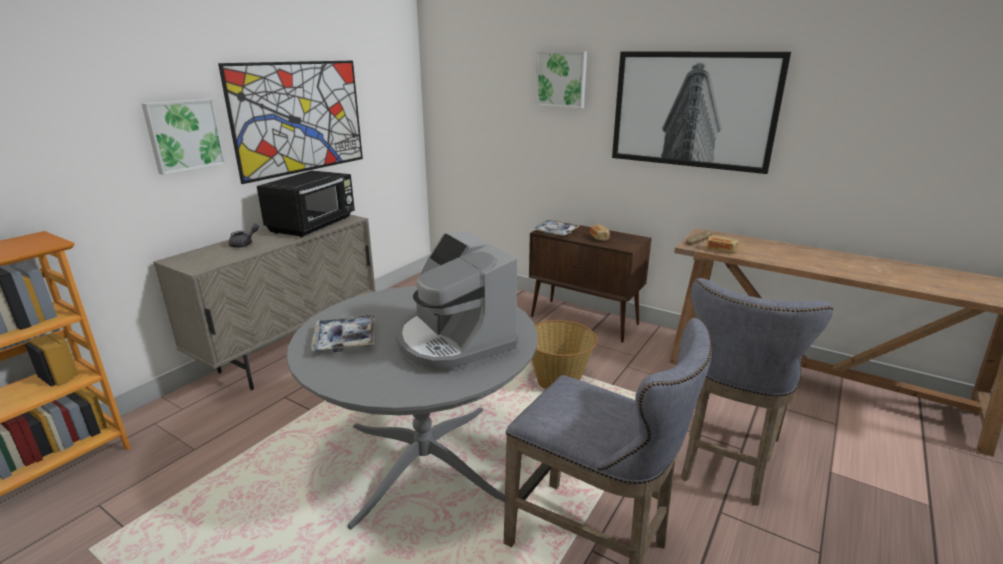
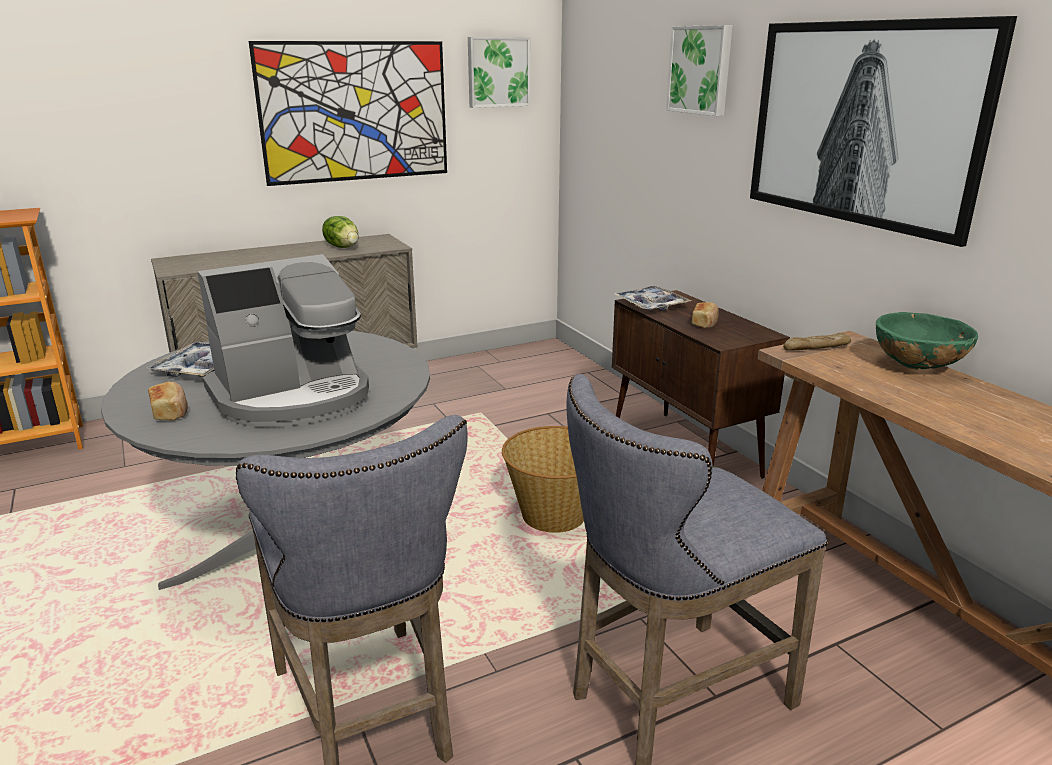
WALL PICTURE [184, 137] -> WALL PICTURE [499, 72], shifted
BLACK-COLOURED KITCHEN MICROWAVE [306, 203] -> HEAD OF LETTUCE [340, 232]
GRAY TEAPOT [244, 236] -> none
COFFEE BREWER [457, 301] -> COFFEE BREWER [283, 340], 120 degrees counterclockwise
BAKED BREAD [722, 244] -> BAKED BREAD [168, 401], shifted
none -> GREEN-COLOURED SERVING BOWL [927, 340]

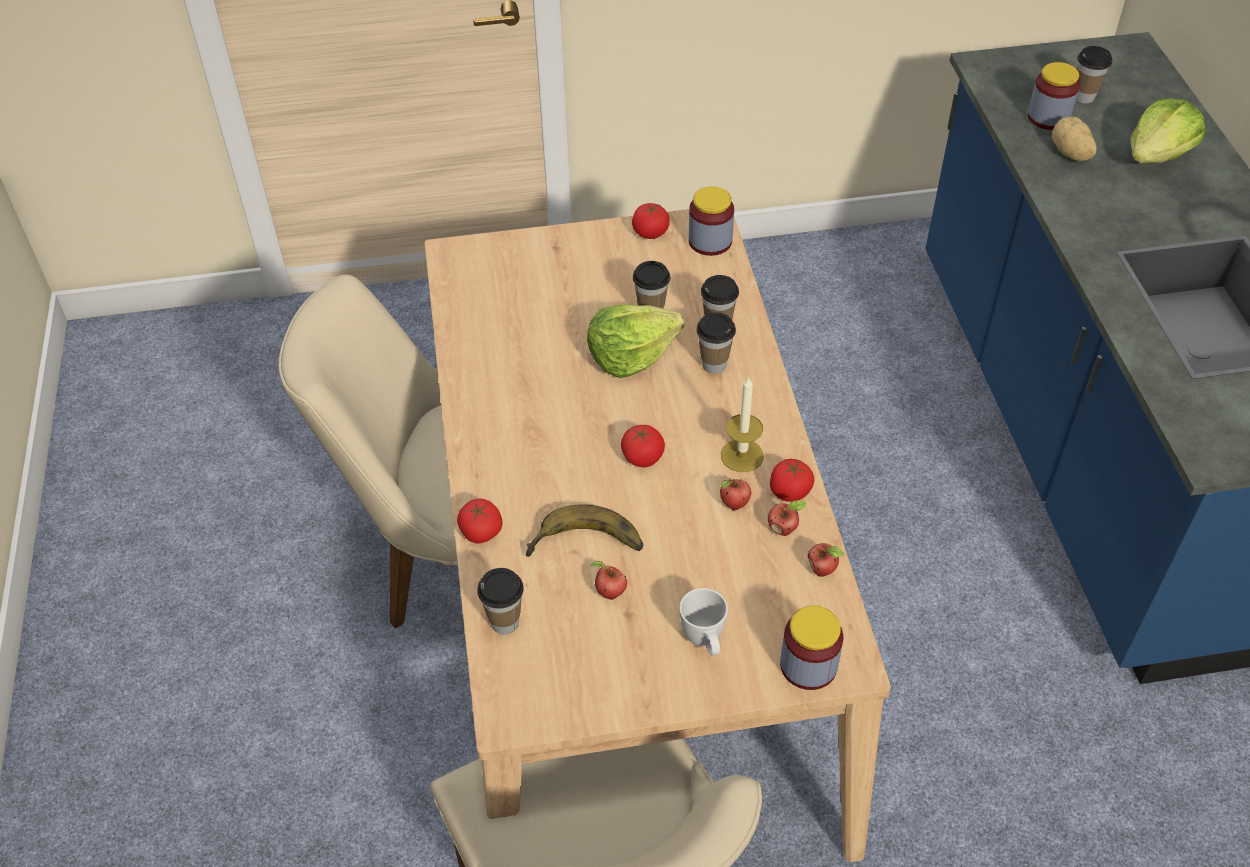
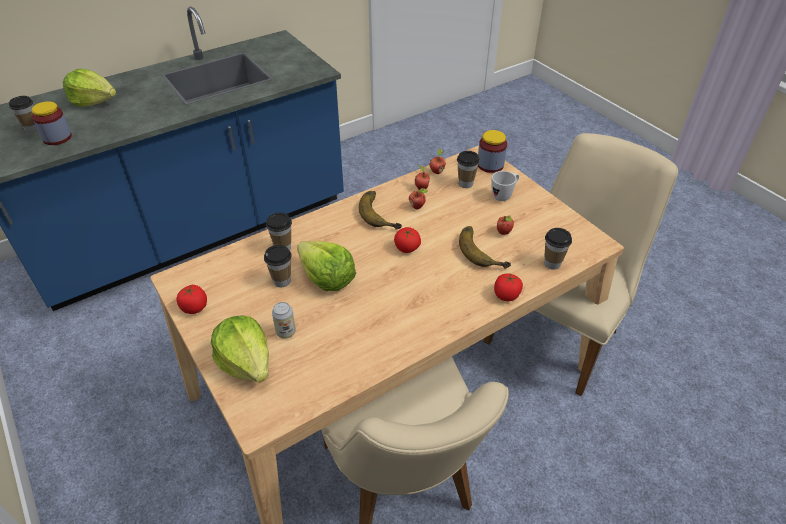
SPUD [1074, 138] -> none
JAR [711, 221] -> none
SMALL CUP [716, 343] -> SMALL CUP [468, 169], shifted
WAX CANDLE [742, 424] -> BANANA FRUIT [380, 210]
WHOLE TOMATO [792, 480] -> none
none -> CAN [284, 320]
none -> HEAD OF LETTUCE [240, 348]

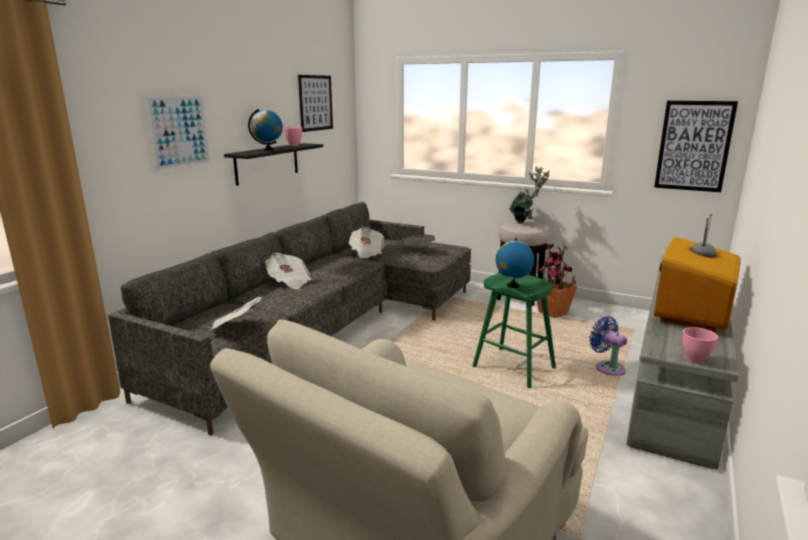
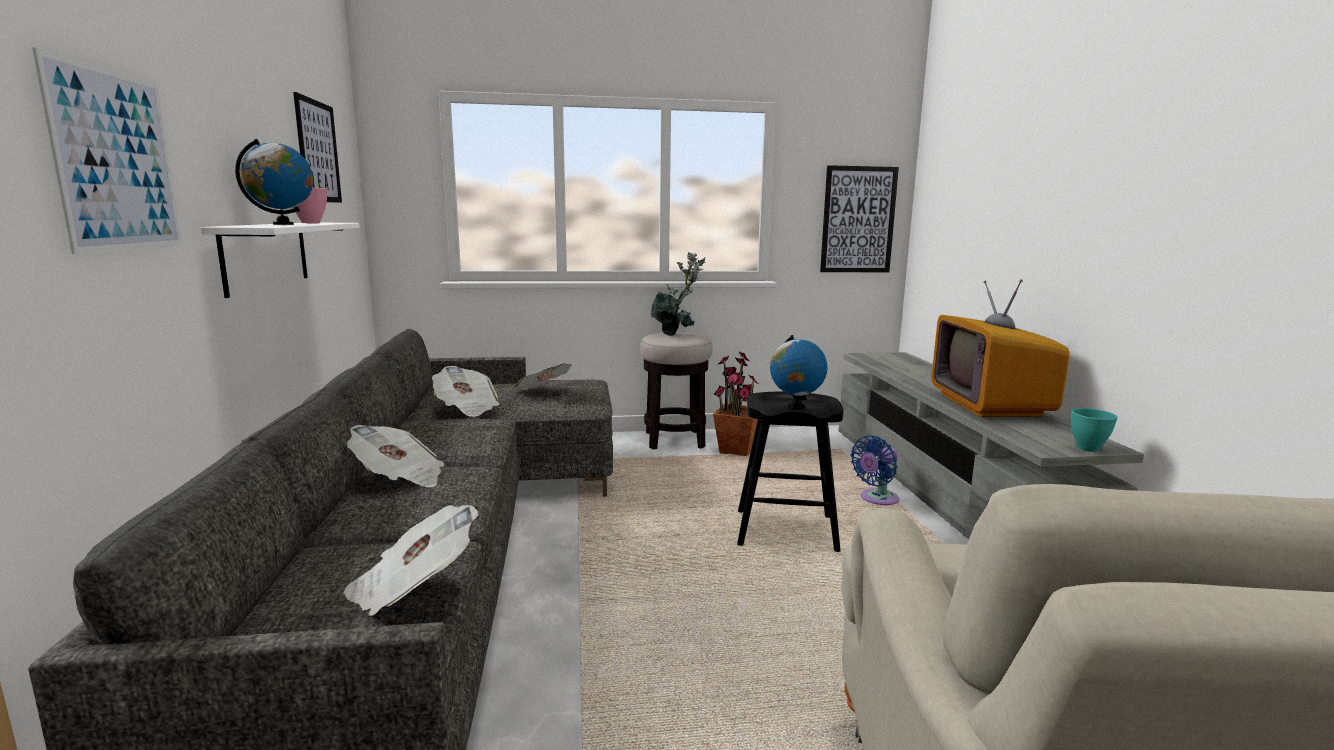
BLACK-COLOURED SHELF [273, 164] -> WHITE-COLOURED SHELF [280, 260]
GREEN-COLOURED SITTING STOOL [514, 330] -> BLACK-COLOURED SITTING STOOL [790, 472]
BLUE COOLING FAN [608, 346] -> BLUE COOLING FAN [875, 470], 60 degrees counterclockwise
PINK-COLOURED SERVING BOWL [700, 345] -> TURQUOISE SERVING BOWL [1094, 430]

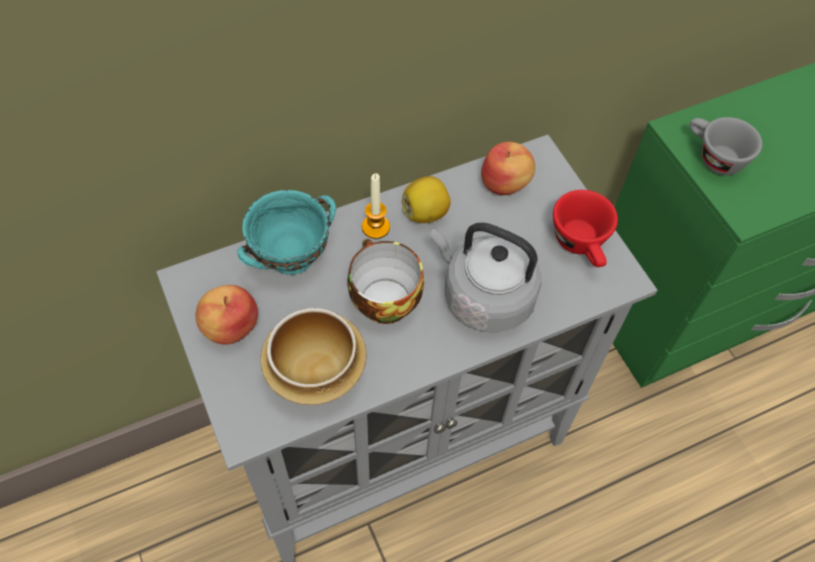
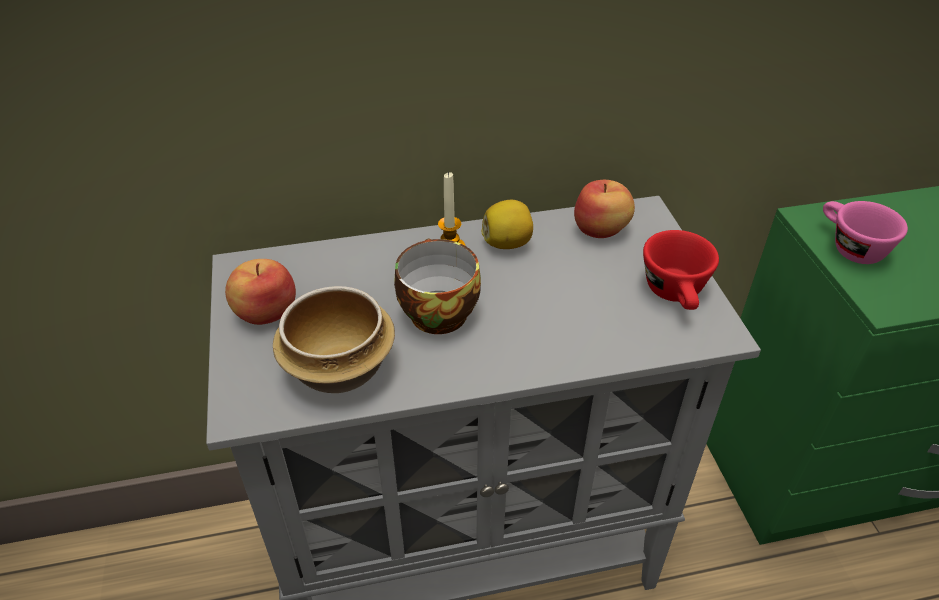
GRAY SMALL CUP [726, 146] -> PINK-COLOURED SMALL CUP [865, 232]
TURQUOISE SERVING BOWL [286, 232] -> none
GRAY KETTLE [485, 277] -> none

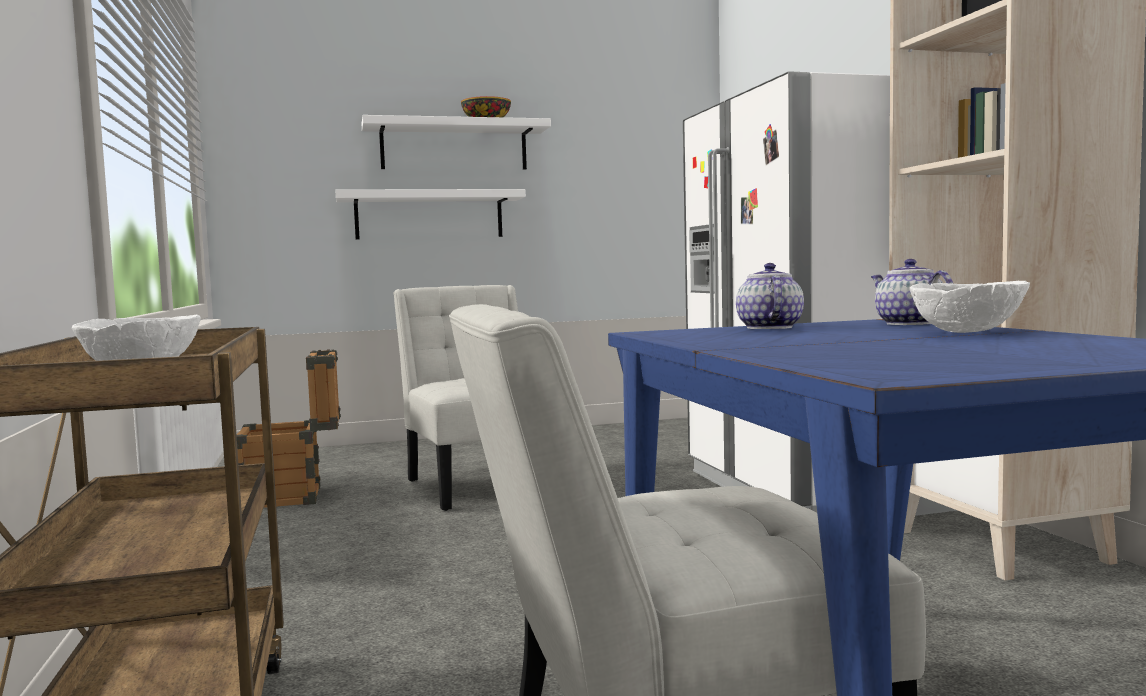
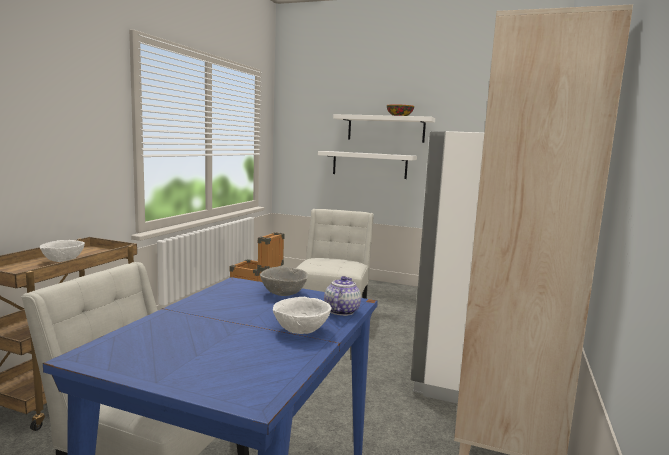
TEAPOT [770, 296] -> GRAY SERVING BOWL [284, 281]

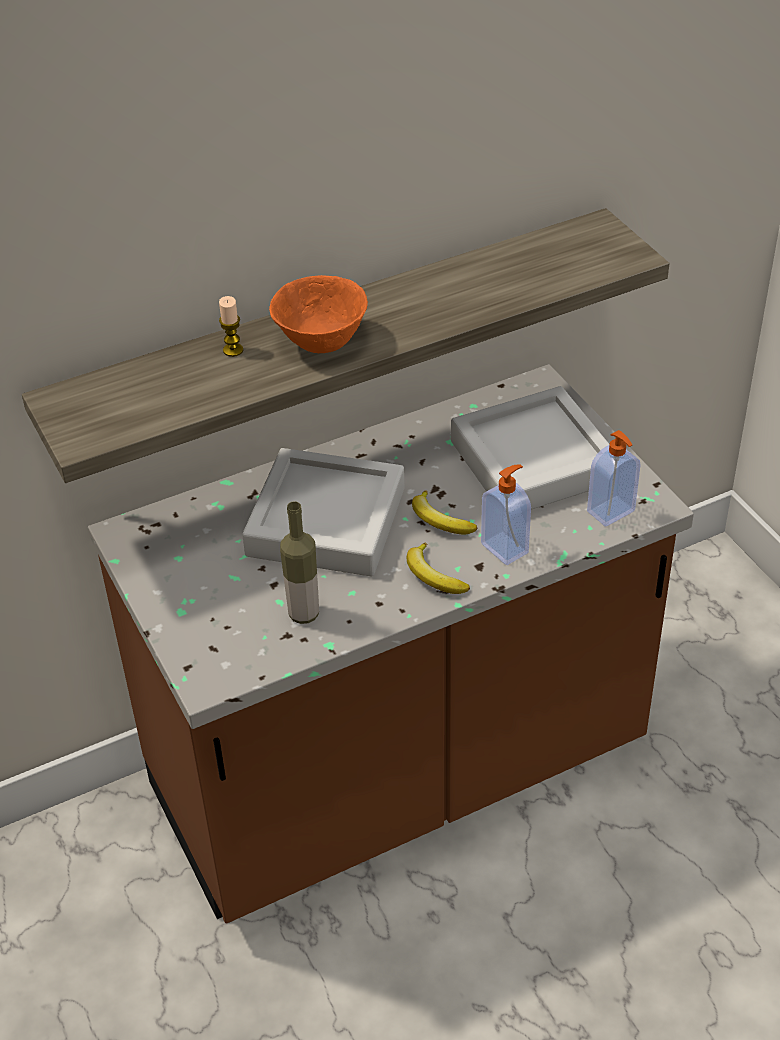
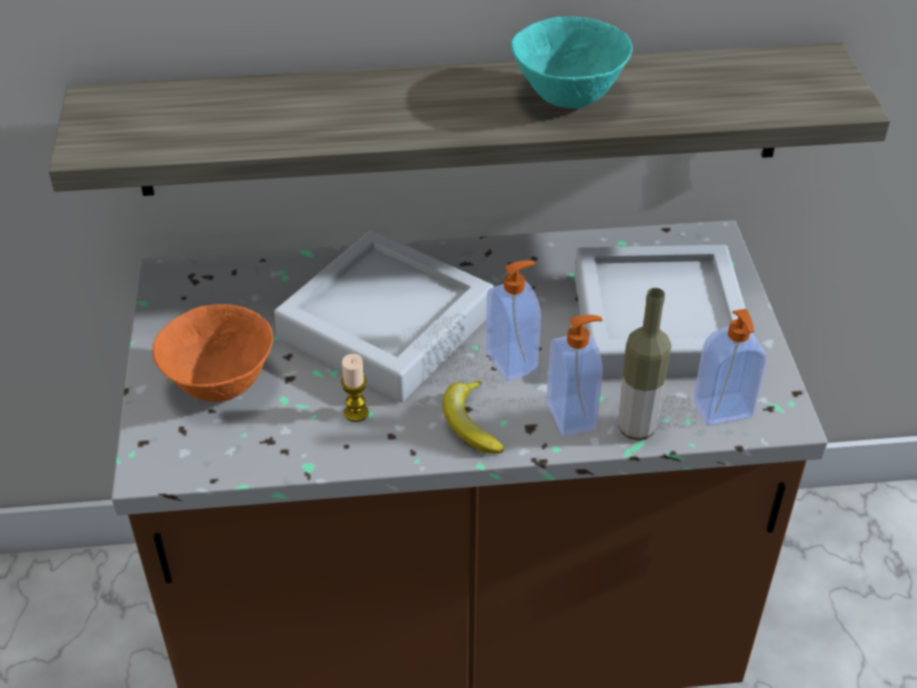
ORANGE-COLOURED SERVING BOWL [318, 314] -> ORANGE-COLOURED SERVING BOWL [212, 353], shifted
WAX CANDLE [231, 326] -> WAX CANDLE [355, 388], shifted
BANANA FRUIT [444, 512] -> LIQUID SOAP BOTTLE [513, 321]
BEVERAGE BOTTLE [299, 562] -> BEVERAGE BOTTLE [644, 364], shifted
none -> TURQUOISE SERVING BOWL [572, 62]

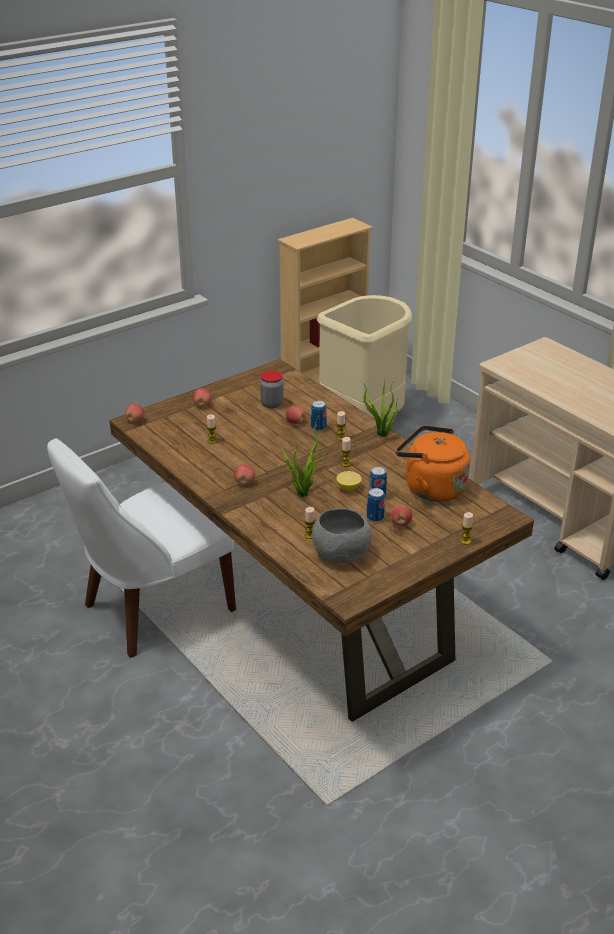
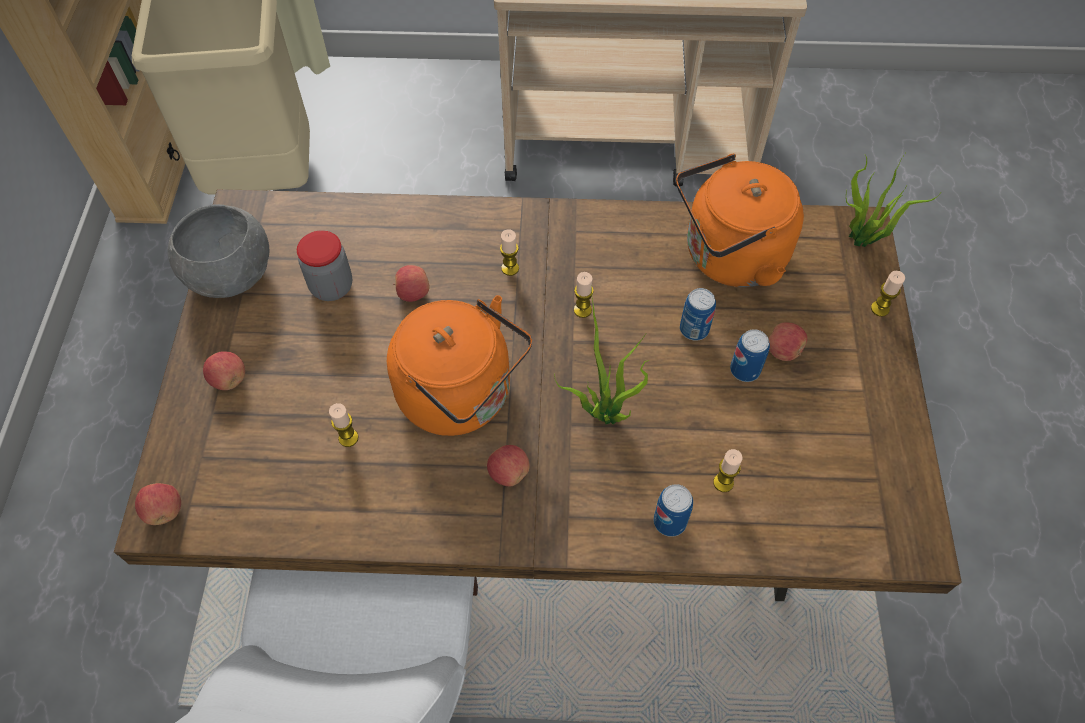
HOUSEPLANT [380, 408] -> HOUSEPLANT [893, 199], shifted
CAN [319, 416] -> CAN [673, 510], shifted
CITRUS FRUIT [349, 481] -> none
GRAY SERVING BOWL [342, 535] -> GRAY SERVING BOWL [219, 251], shifted
none -> ORANGE-COLOURED KETTLE [459, 365]

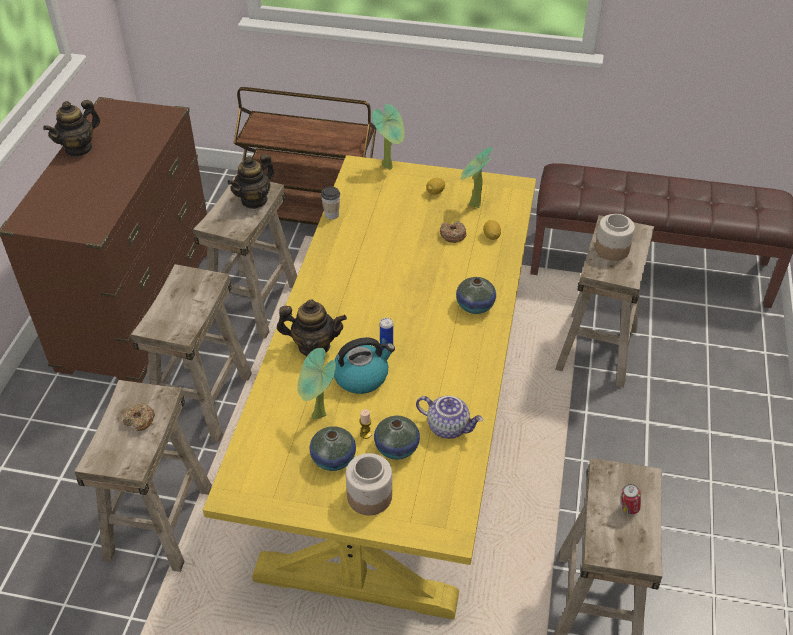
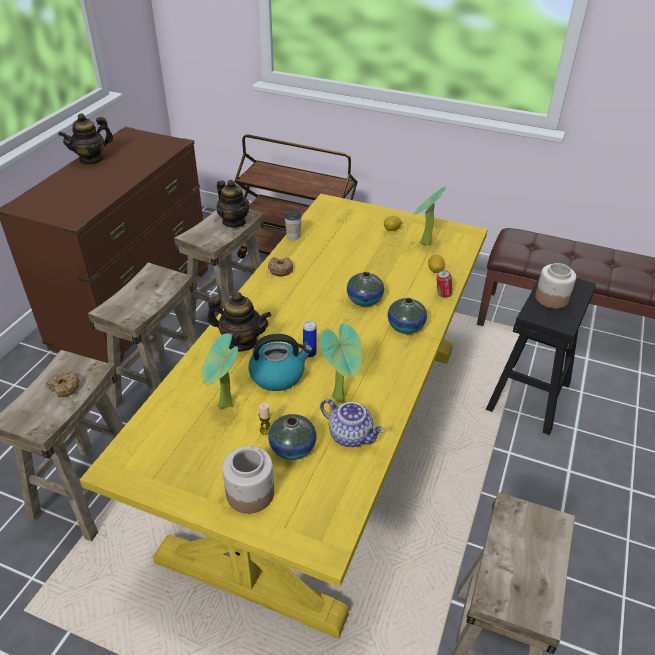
HOUSEPLANT [388, 137] -> HOUSEPLANT [341, 363], shifted
TEAPOT [251, 181] -> TEAPOT [233, 204], 90 degrees counterclockwise
BEIGE-COLOURED SITTING STOOL [604, 301] -> BLACK-COLOURED SITTING STOOL [541, 354]
DONUT [453, 232] -> DONUT [280, 266], shifted
VASE [333, 448] -> VASE [365, 289], shifted
CAN [631, 499] -> CAN [444, 284], shifted

